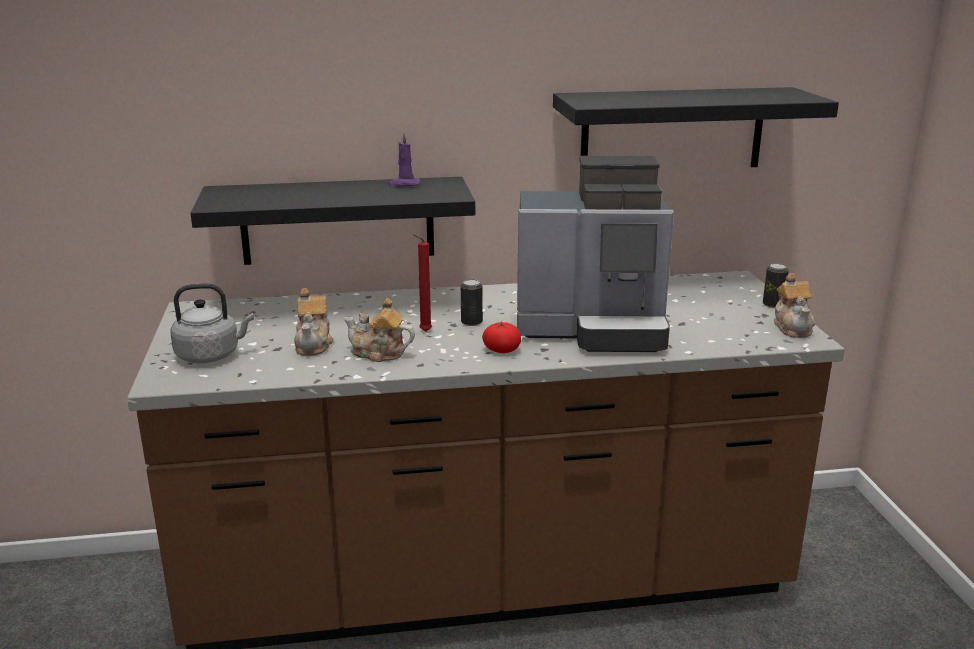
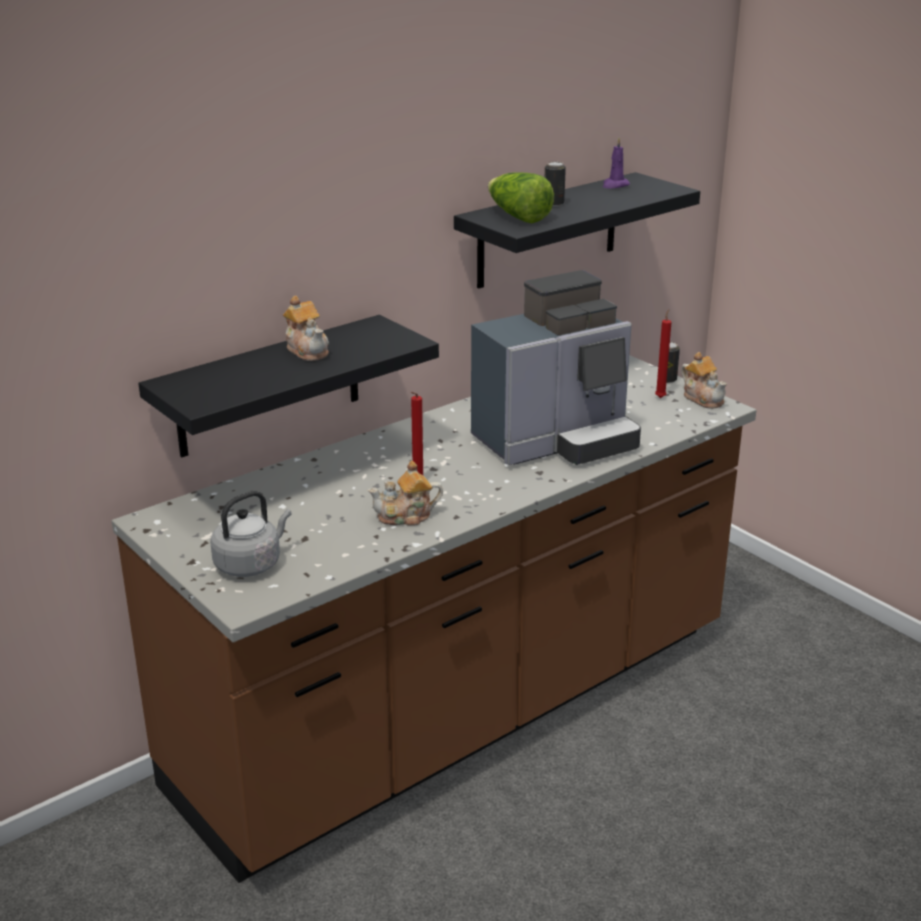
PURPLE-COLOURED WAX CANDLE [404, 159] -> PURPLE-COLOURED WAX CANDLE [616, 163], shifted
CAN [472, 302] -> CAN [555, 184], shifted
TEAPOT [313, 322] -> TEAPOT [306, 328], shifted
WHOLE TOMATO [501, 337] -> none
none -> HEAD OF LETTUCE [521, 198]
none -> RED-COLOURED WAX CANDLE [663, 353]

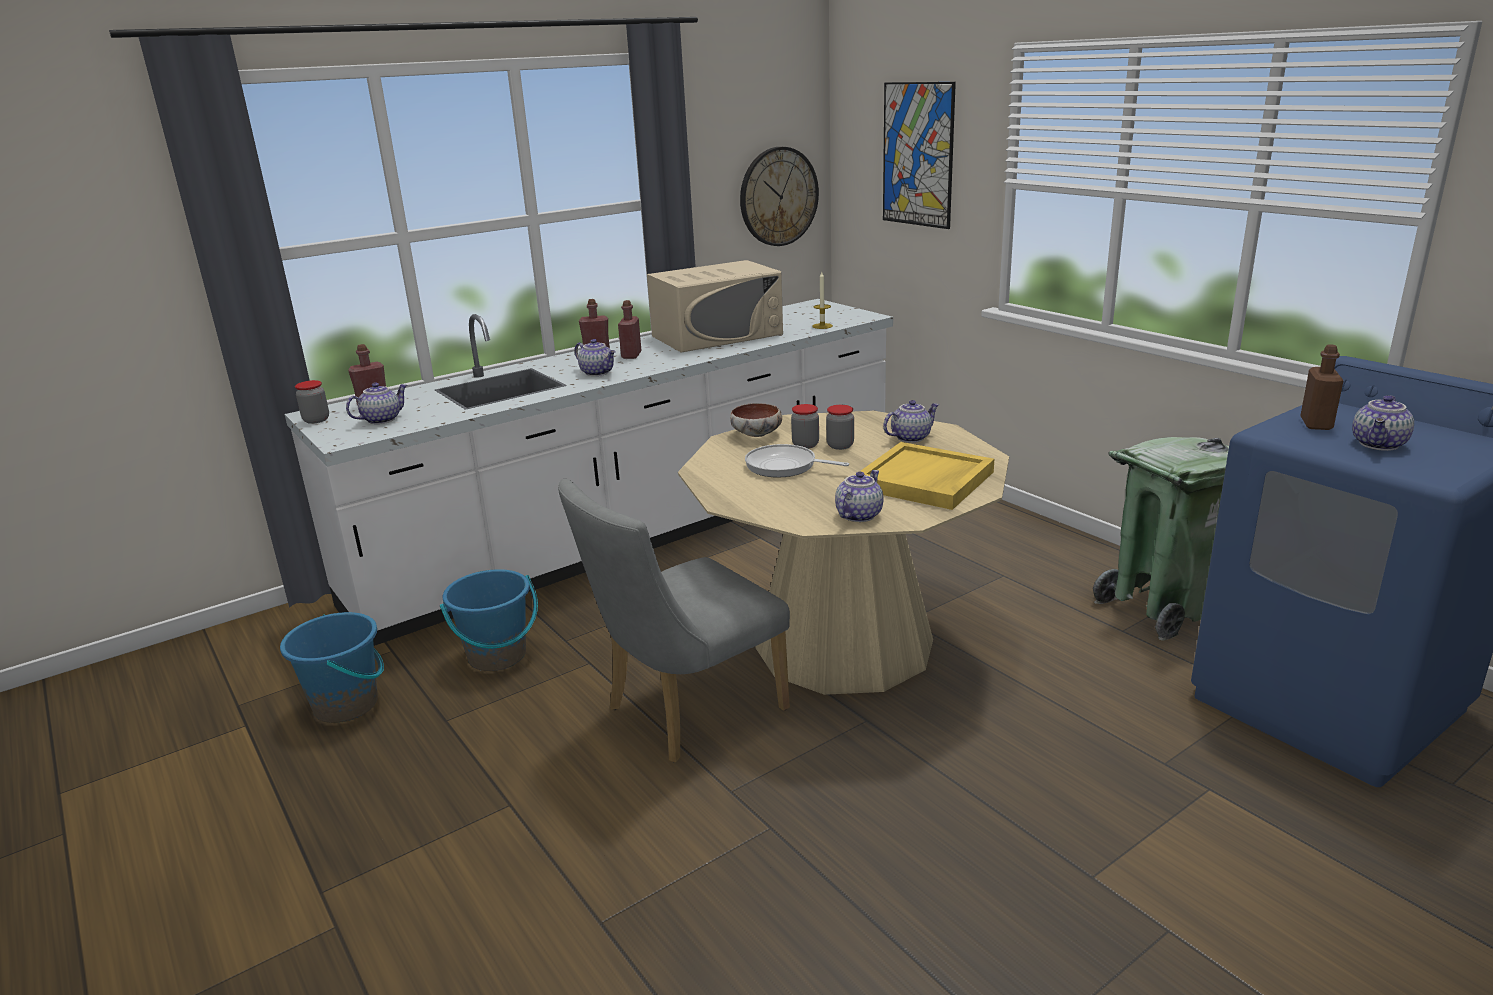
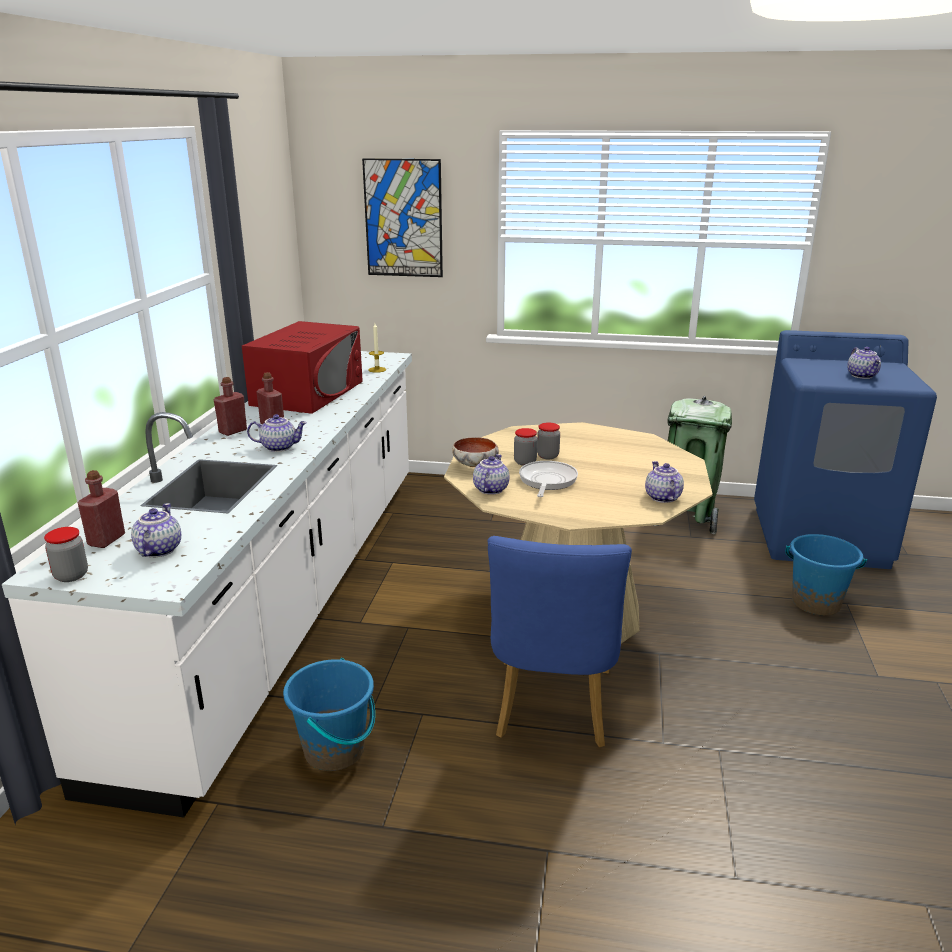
HANGING CLOCK [779, 196] -> none
BEIGE-COLOURED KITCHEN MICROWAVE [715, 306] -> RED-COLOURED KITCHEN MICROWAVE [302, 367]
BROWNISH BEVERAGE BOTTLE [1322, 387] -> none
TEAPOT [911, 421] -> TEAPOT [491, 474], shifted
YELLOWISH CARRYING TRAY [924, 476] -> none
SKILLET [797, 460] -> SKILLET [548, 479], 120 degrees clockwise
GRAY PLAIN CHAIR [674, 621] -> BLUE PLAIN CHAIR [560, 641]
BLUE BUCKET [332, 667] -> BLUE BUCKET [826, 575], shifted

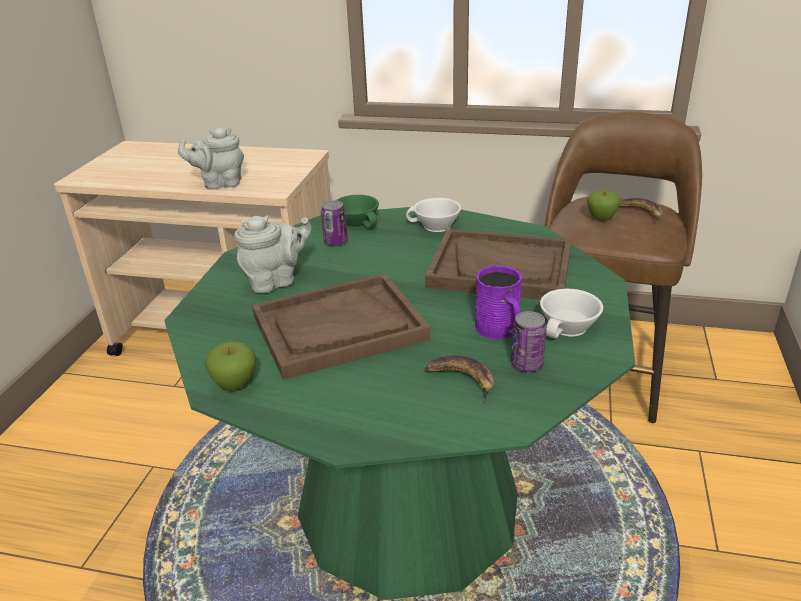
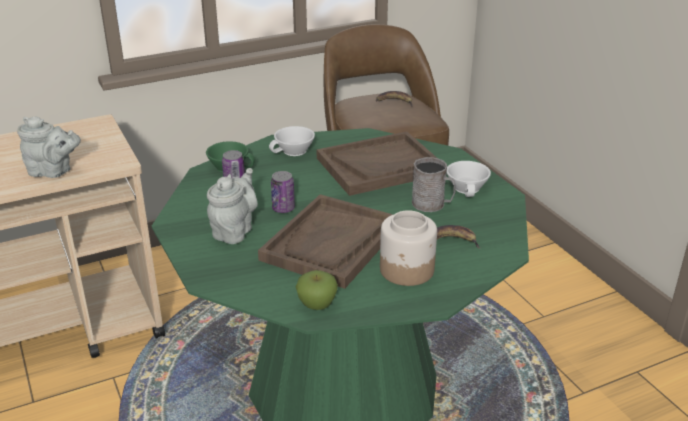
GRAY TEAPOT [211, 158] -> GRAY TEAPOT [49, 147], 120 degrees counterclockwise
APPLE [603, 205] -> none
PURPLE-COLOURED TEA MUG [498, 302] -> GRAY TEA MUG [434, 184]
CAN [529, 341] -> CAN [283, 192], shifted
none -> JAR [408, 248]

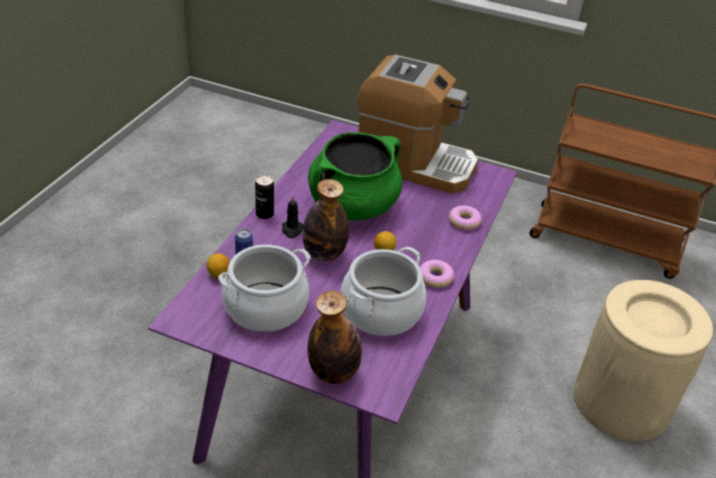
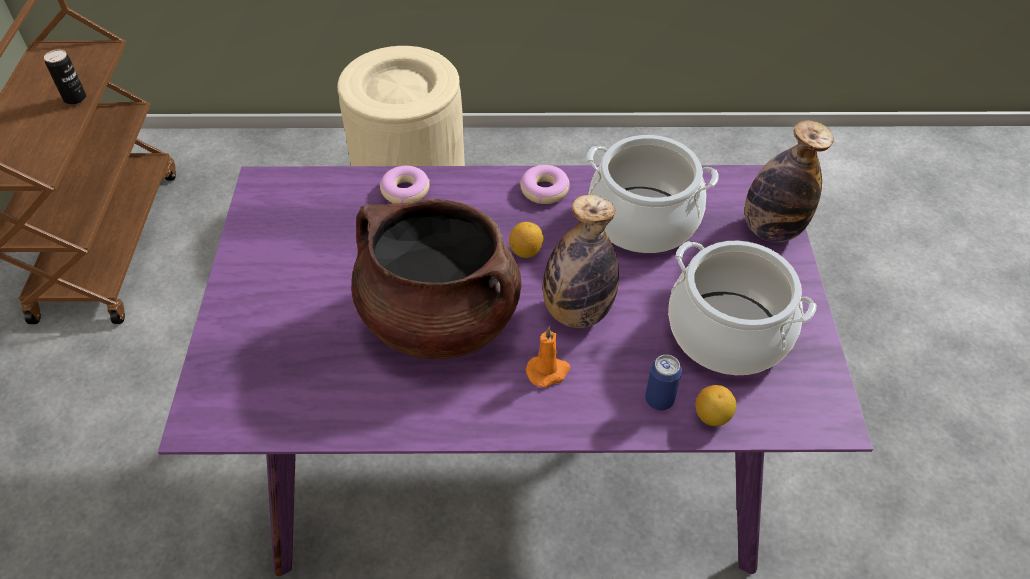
COFFEE BREWER [418, 124] -> none
GREEN-COLOURED COOKING POT [355, 176] -> BROWNISH COOKING POT [436, 279]
CAN [264, 197] -> CAN [65, 77], shifted
BLACK-COLOURED WAX CANDLE [292, 217] -> ORANGE-COLOURED WAX CANDLE [548, 357]

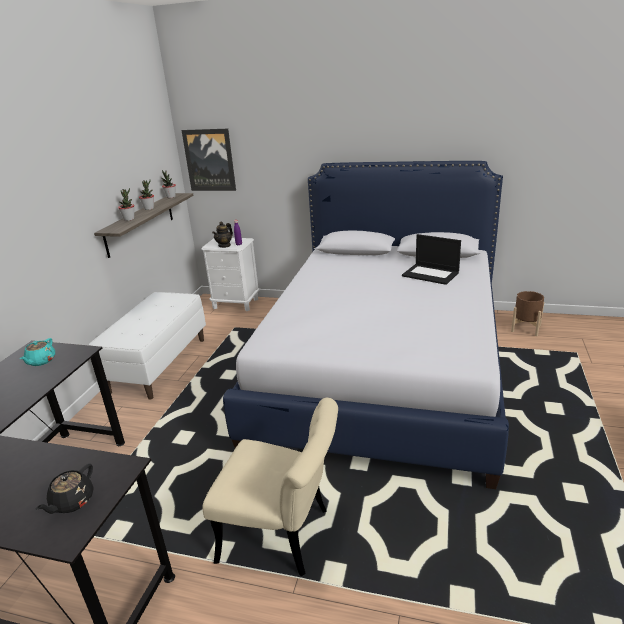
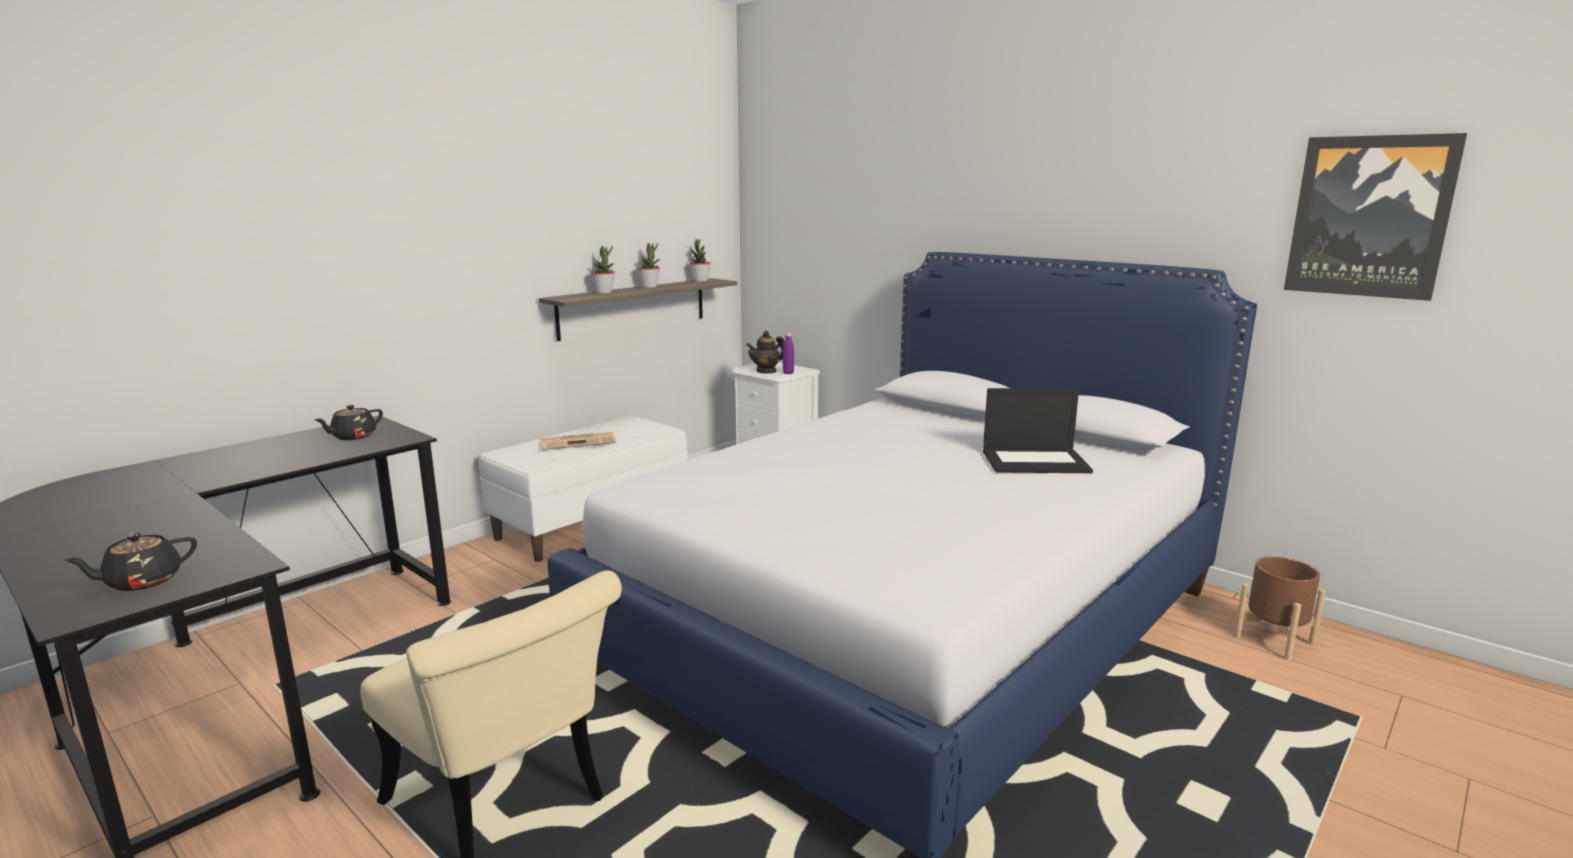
WALL PICTURE [208, 160] -> WALL PICTURE [1375, 217], shifted
NOTEBOOK COMPUTER [431, 259] -> NOTEBOOK COMPUTER [1038, 430], 60 degrees counterclockwise
TURQUOISE TEAPOT [37, 352] -> BLACK-COLOURED TEAPOT [348, 422]
none -> DAILY PAPER [578, 441]

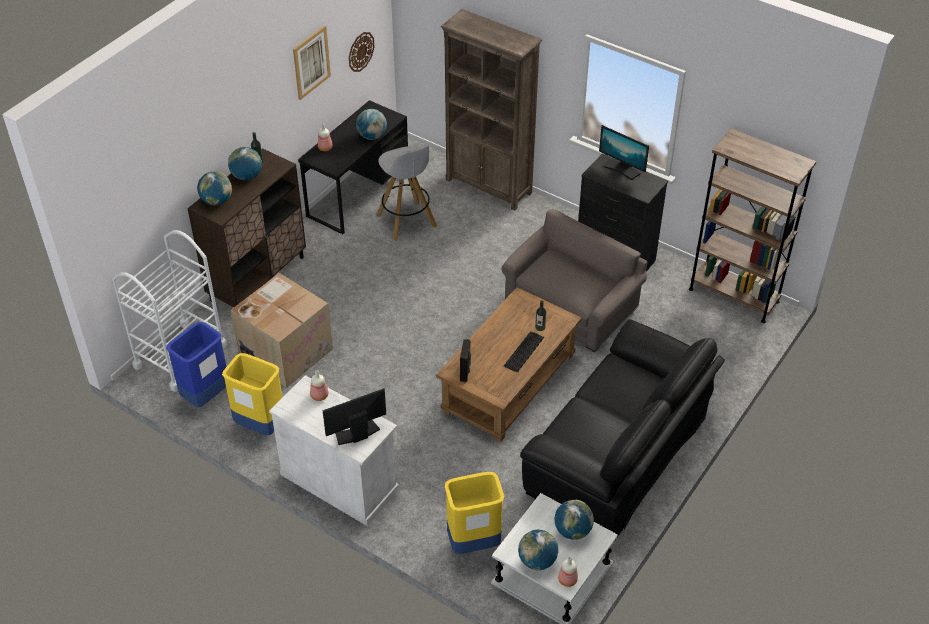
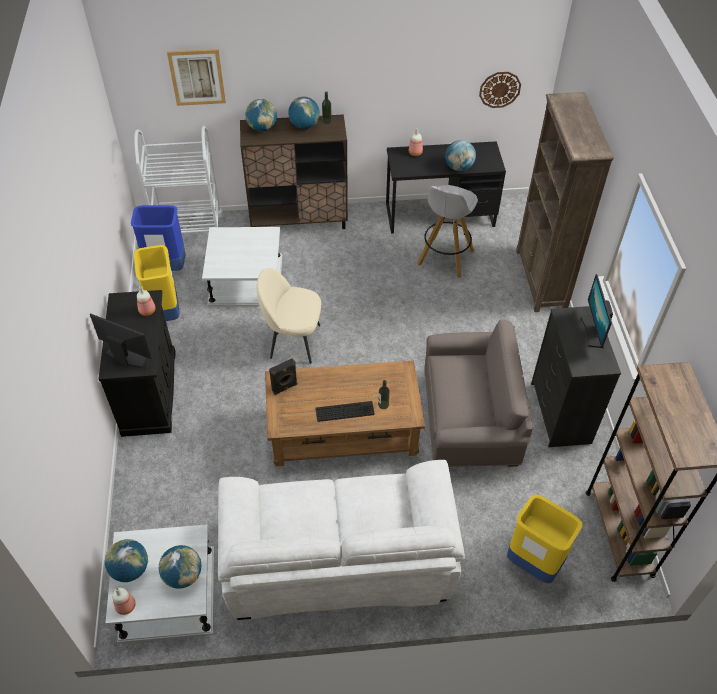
WALL PICTURE [312, 63] -> WALL PICTURE [196, 77], shifted
CARTON [282, 330] -> WHITE-COLOURED ACCENT TABLE [242, 267]
BLACK-COLOURED SETTEE [622, 429] -> WHITE-COLOURED SETTEE [341, 540]
WHITE-COLOURED CABINET [334, 450] -> BLACK-COLOURED CABINET [137, 363]
YELLOWISH TRASH CAN [474, 513] -> YELLOWISH TRASH CAN [544, 538], shifted
none -> BEIGE-COLOURED PLAIN CHAIR [289, 316]

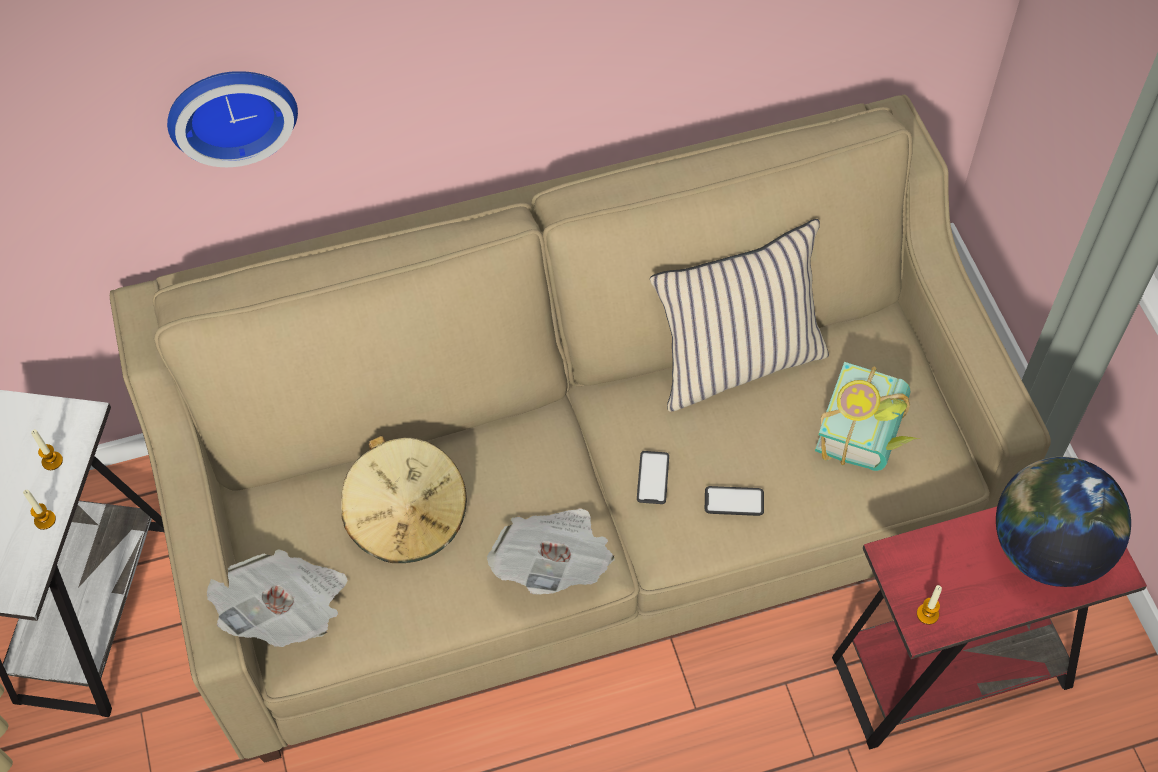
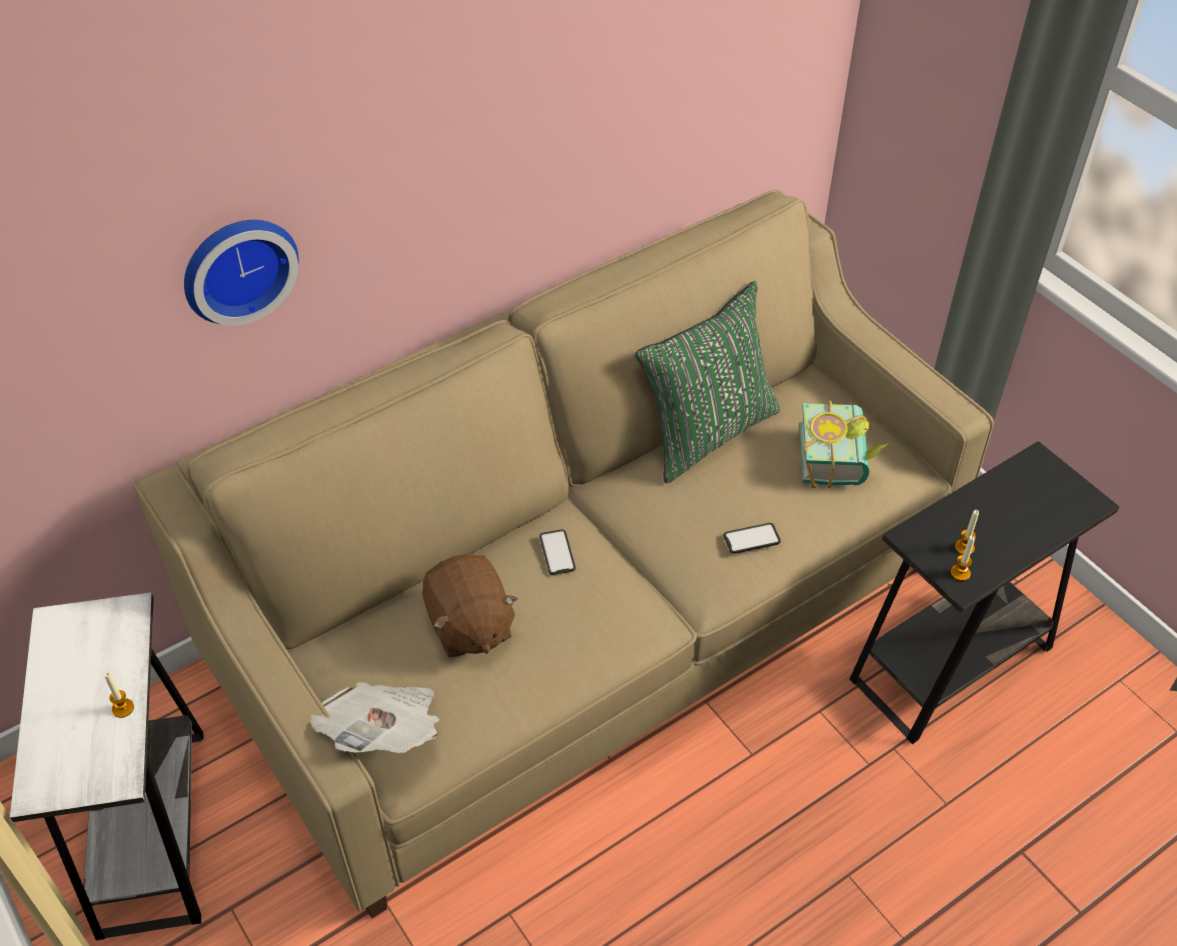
BEIGE-COLOURED THROW PILLOW [739, 315] -> GREEN-COLOURED THROW PILLOW [708, 382]
WAX CANDLE [47, 449] -> WAX CANDLE [967, 532], shifted
BEIGE-COLOURED WEARABLE HAT [404, 499] -> BROWNISH CUDDLY TOY [470, 605]
PHONE [653, 477] -> PHONE [557, 552], shifted
GLOBE [1063, 522] -> none
RED-COLOURED ACCENT TABLE [989, 627] -> BLACK-COLOURED ACCENT TABLE [984, 592]
DAILY PAPER [551, 551] -> none

